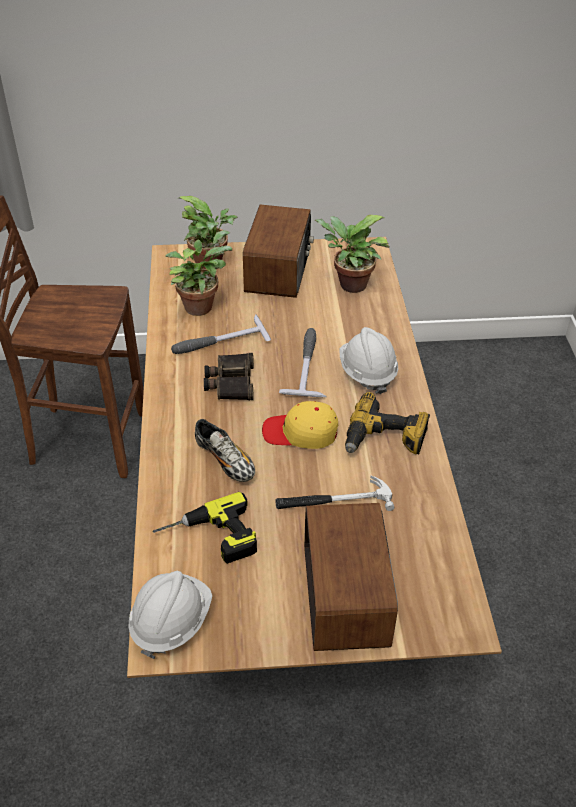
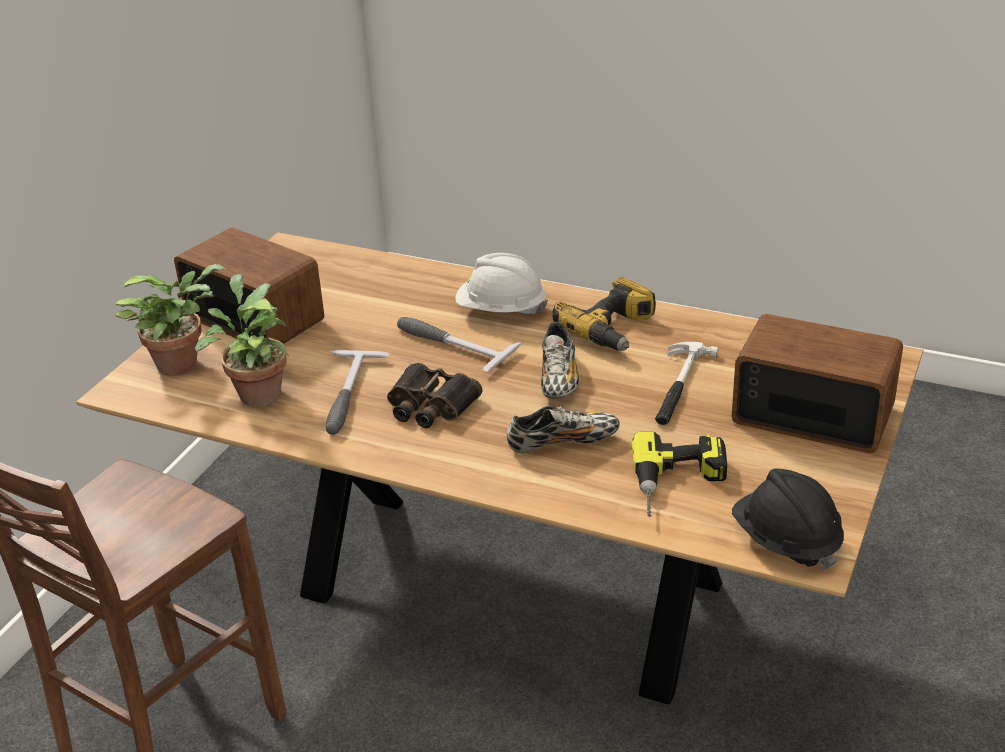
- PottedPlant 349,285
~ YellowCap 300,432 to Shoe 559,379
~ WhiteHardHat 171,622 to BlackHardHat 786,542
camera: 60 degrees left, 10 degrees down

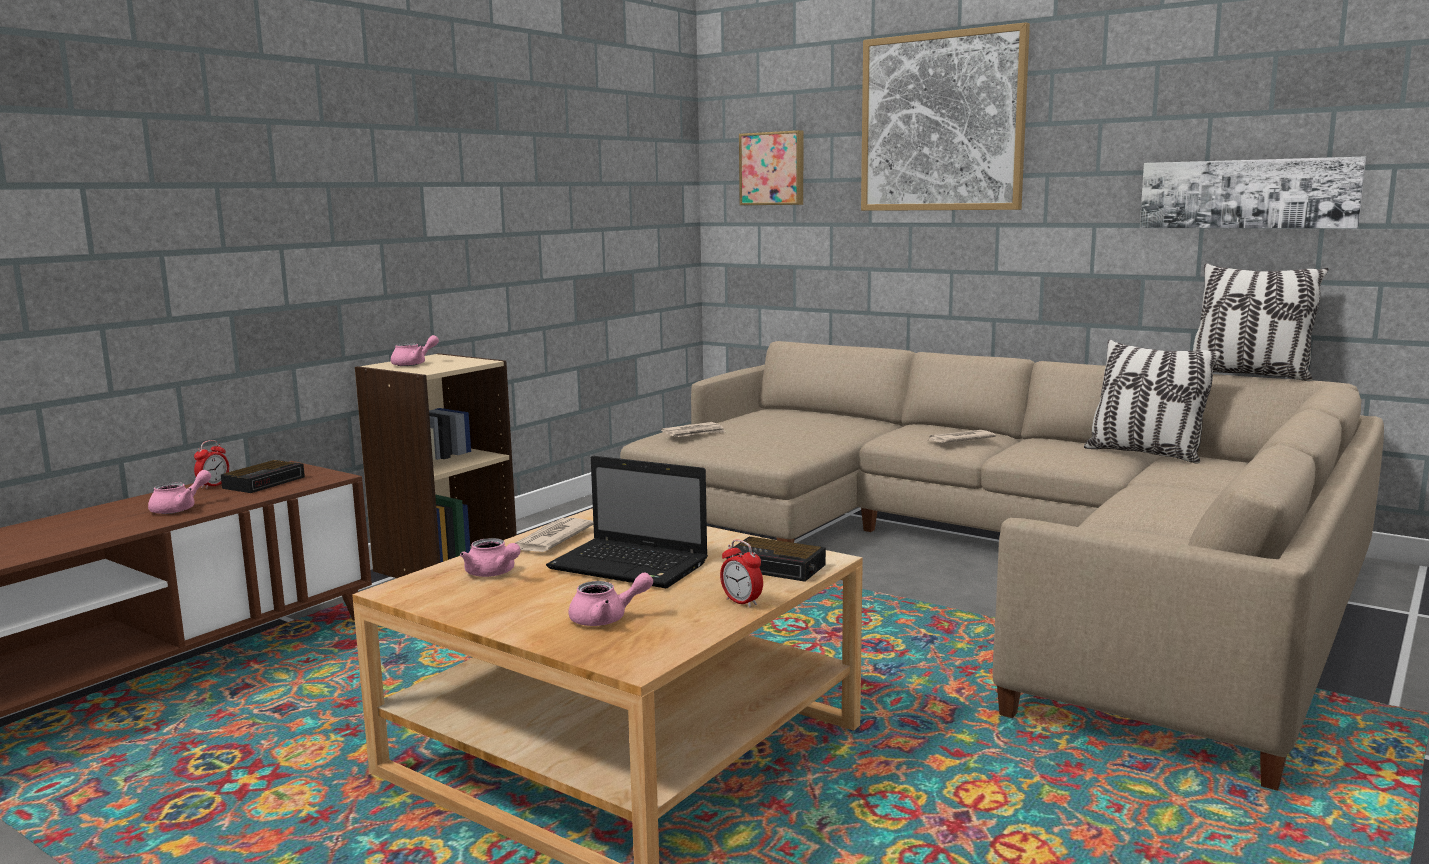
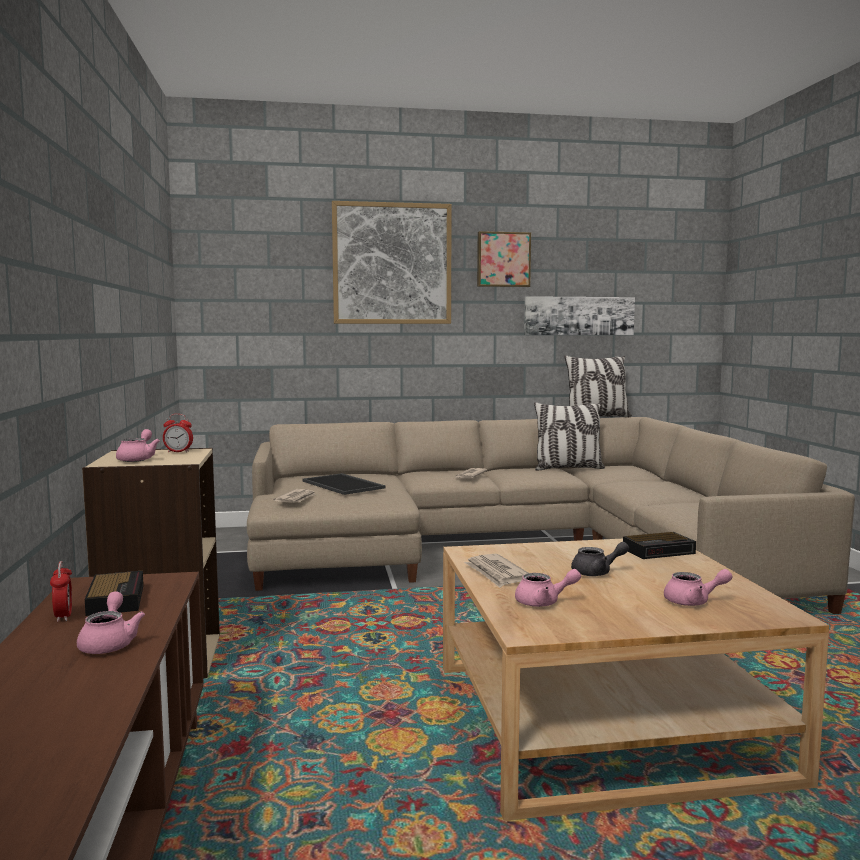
+ Tray 344,484
~ AlarmClock 741,602 to 178,452
~ Picture 773,168 to 503,259
~ Laptop 632,566 to GreyTeapot 597,572
~ PinkTeapot 607,619 = 693,602 60 degrees clockwise
camera: 45 degrees left, 5 degrees down

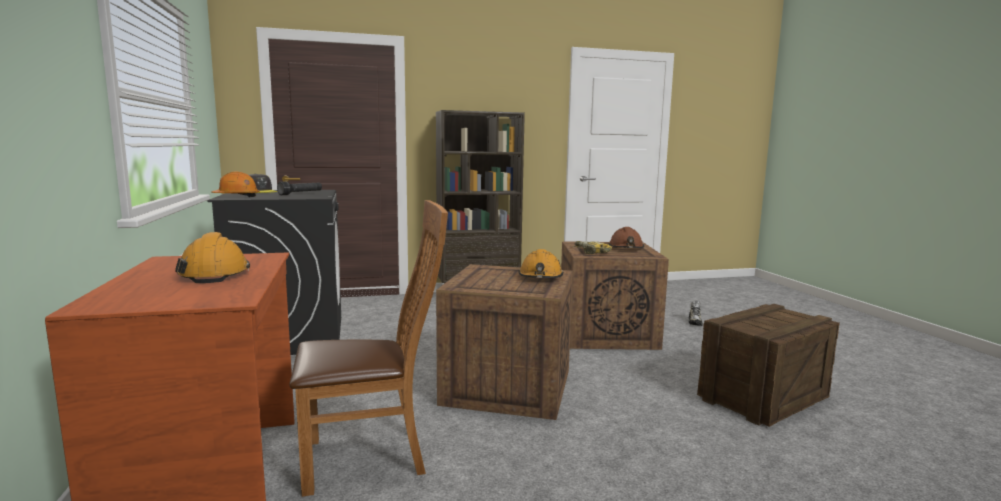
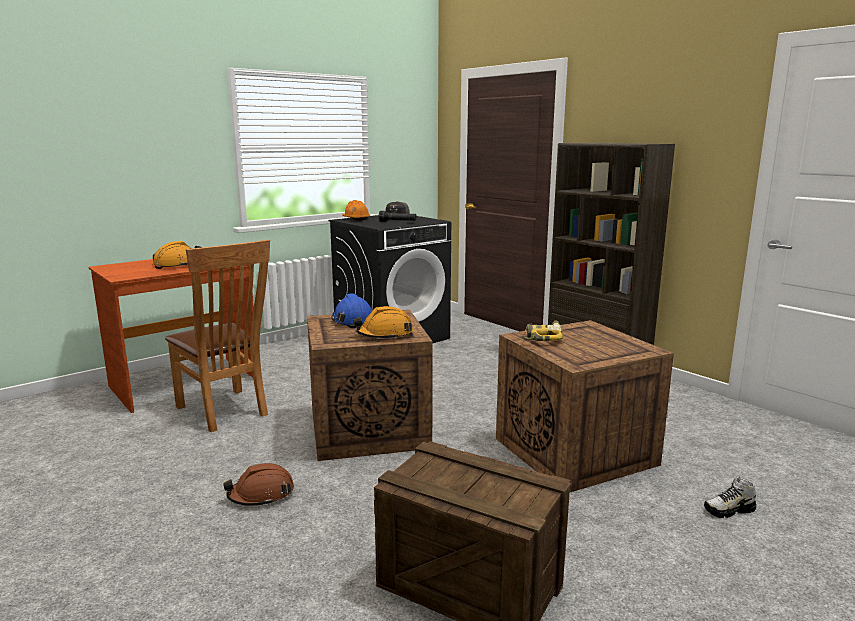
+ BlueHardHat 352,321
~ BrownHardHat 626,248 to 261,495
camera: 65 degrees right, 5 degrees up

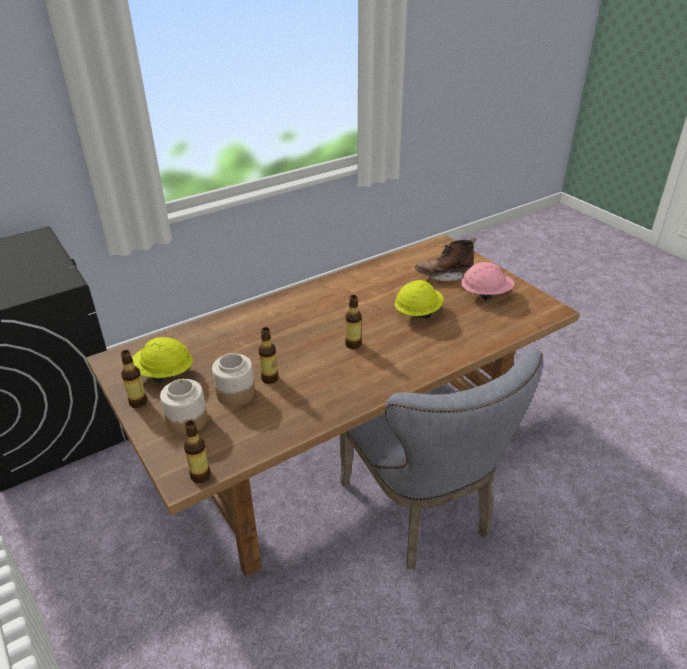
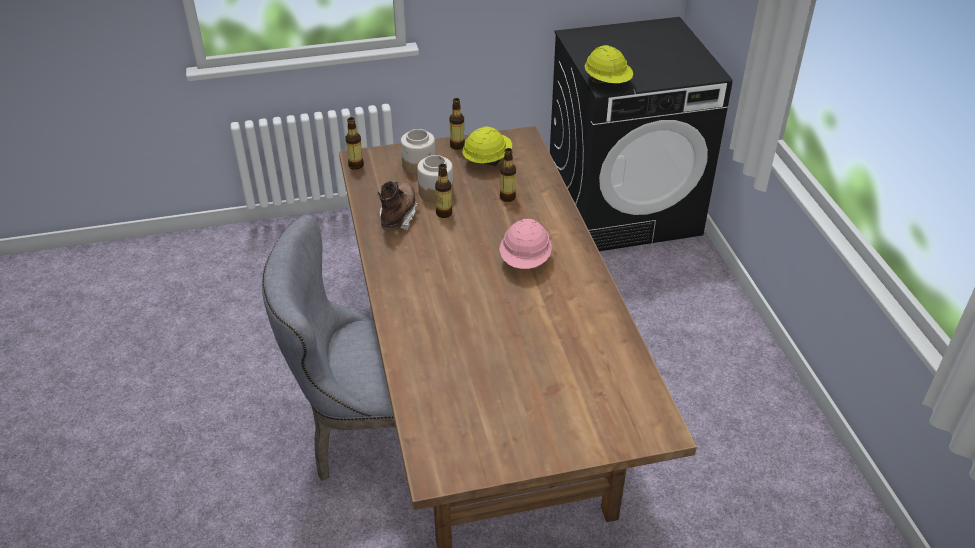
~ Bottle 353,344 to 507,197
~ YellowHardHat 417,313 to 607,82
~ BrownBoot 443,275 to 398,216
~ PinkHardHat 485,294 to 525,260
camera: 110 degrees right, 5 degrees up

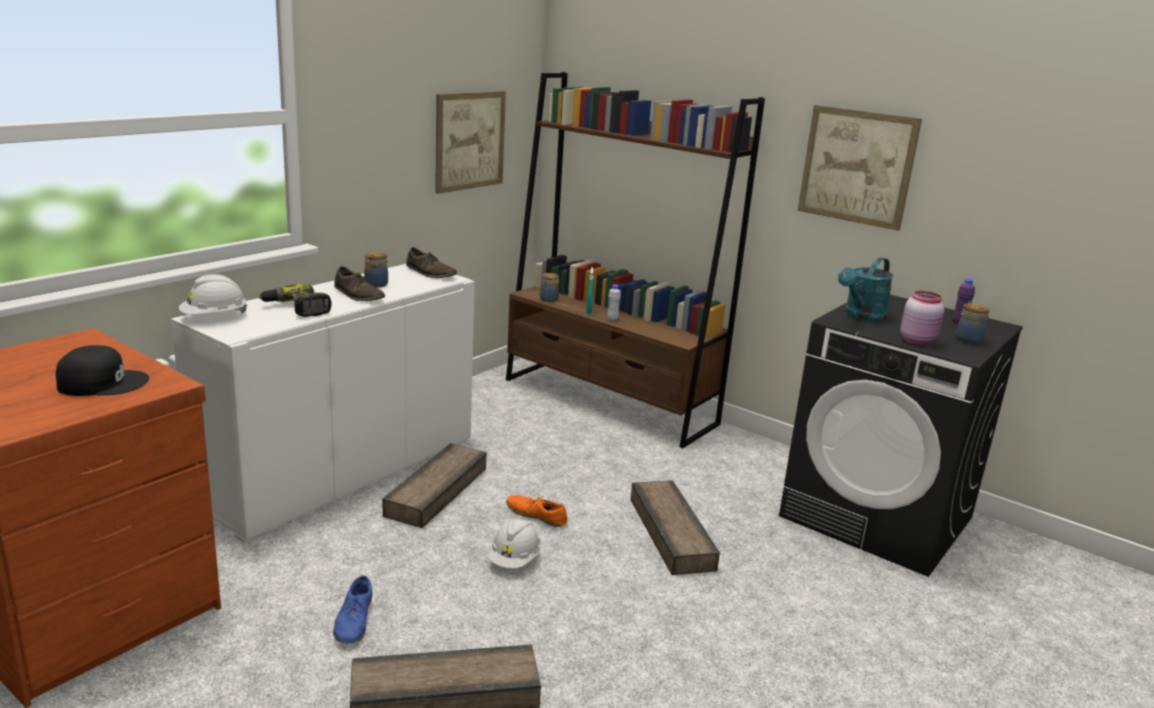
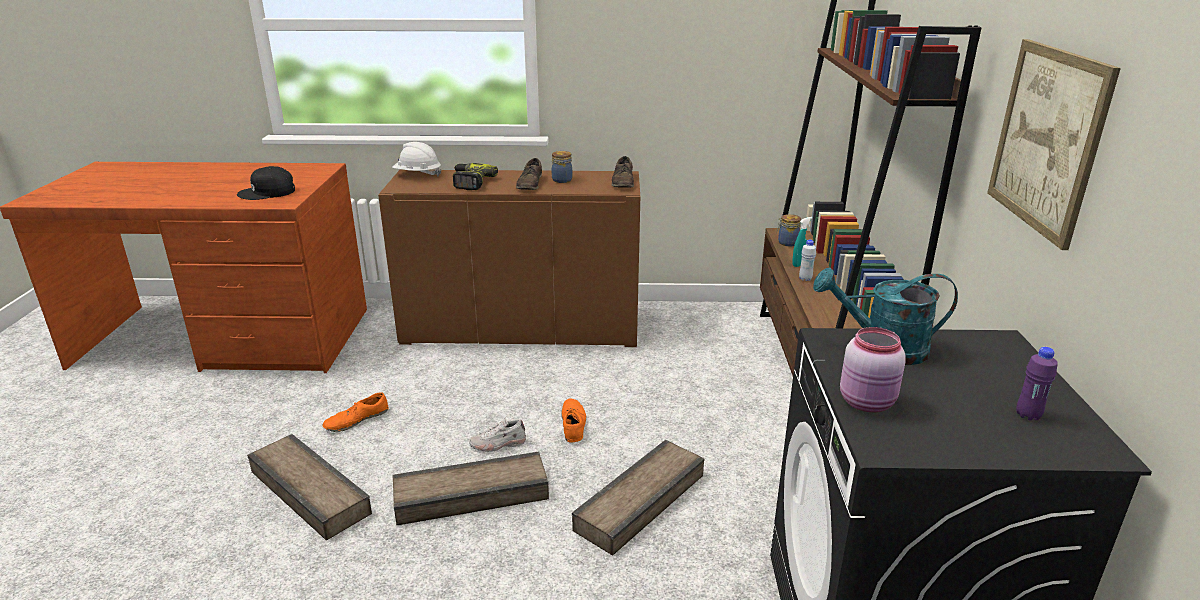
- Picture 470,141
- Jar 969,340
~ Crate 439,491 to 472,497
~ WhiteHardHat 515,560 to WhiteShoe 498,444
~ WhiteCabinet 342,471 to BrownCabinet 521,329
~ BlueShoe 354,621 to OrangeShoe 356,420
~ BlackCap 102,382 = 267,192 120 degrees clockwise
camera: 55 degrees right, 5 degrees up

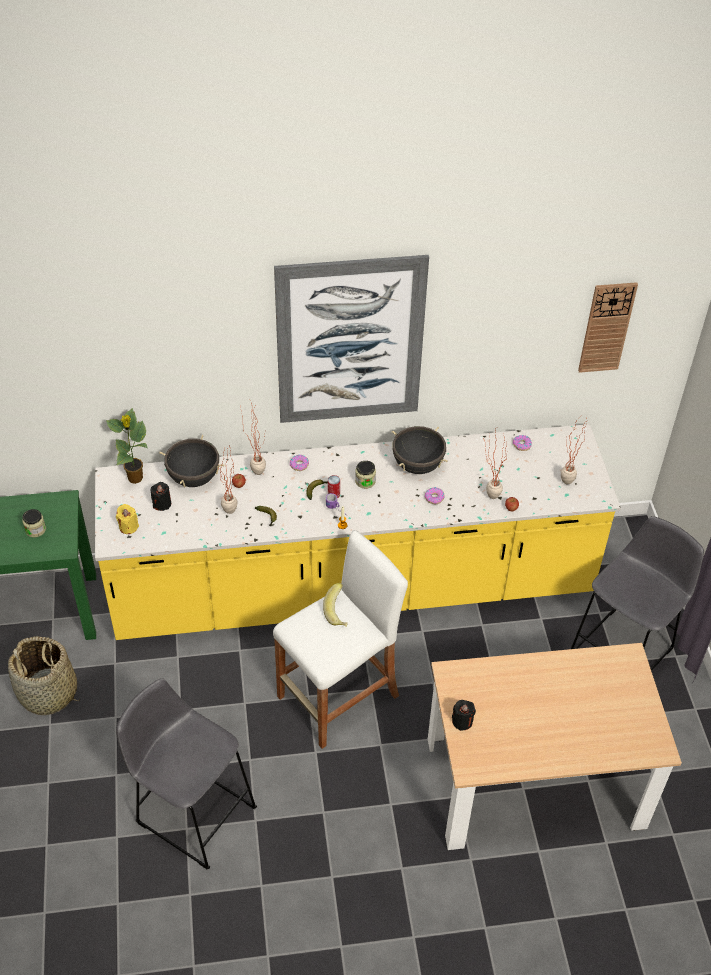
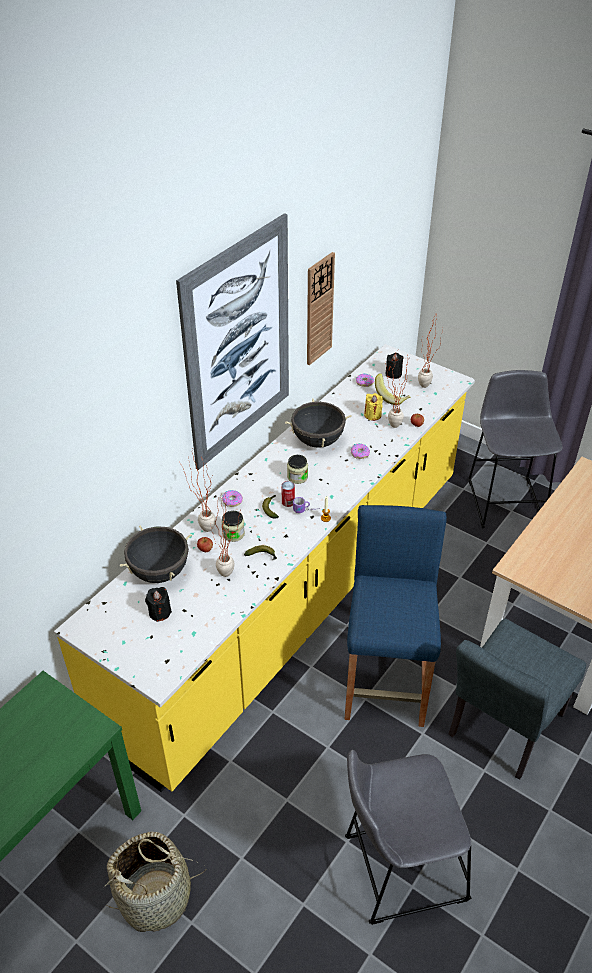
- PottedPlant 135,479
+ GreyChair 500,730
~ Jar 35,530 to 233,534
~ YellowCandle 128,527 to 372,415
~ Banana 339,612 to 391,397
~ BlackCandle 462,721 to 393,374
~ WallClock 606,327 to 319,309
~ WhiteStool 338,697 to BlueStool 386,680
camera: 45 degrees left, 5 degrees down

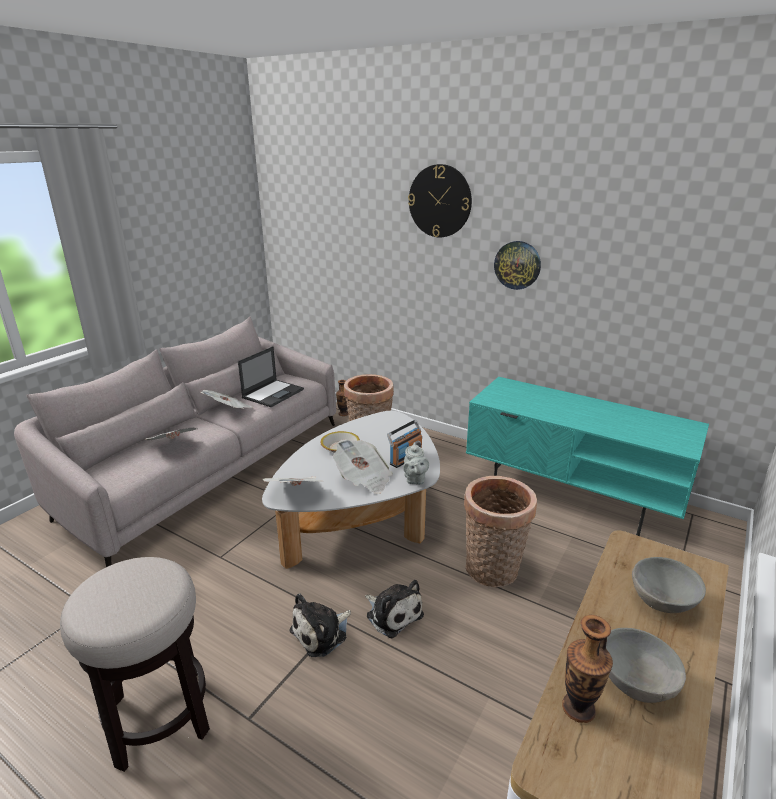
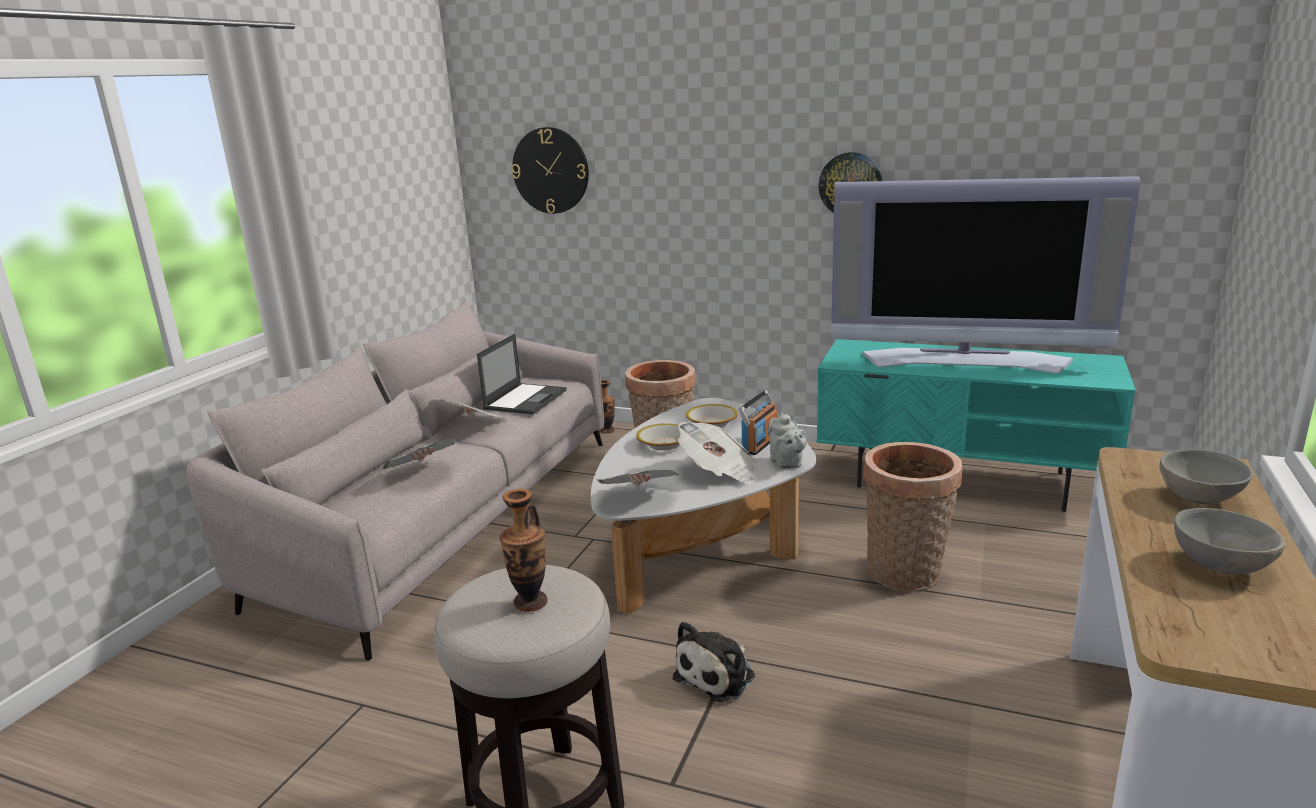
- PlushToy 392,614
+ Bowl 711,423
+ Television 965,360
~ WallClock 440,201 to 550,170
~ Vase 578,708 to 530,602
camera: 10 degrees left, 5 degrees down

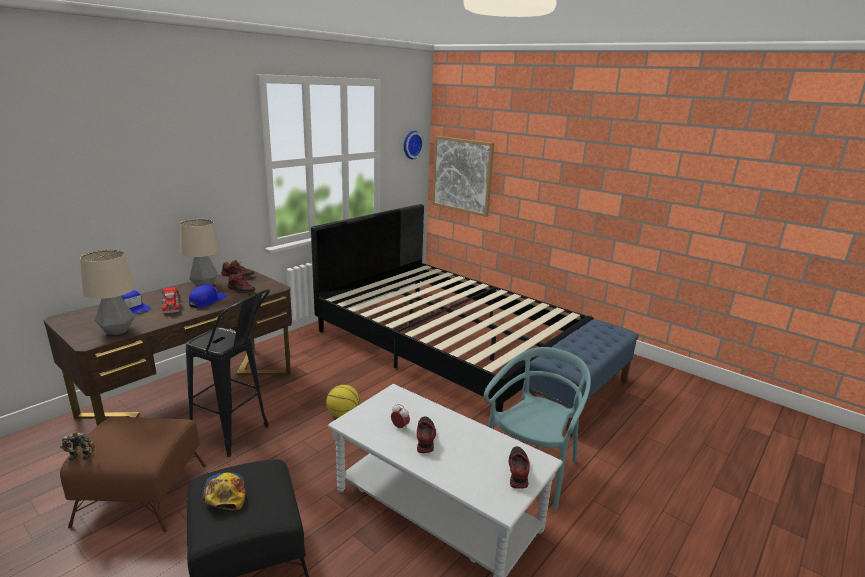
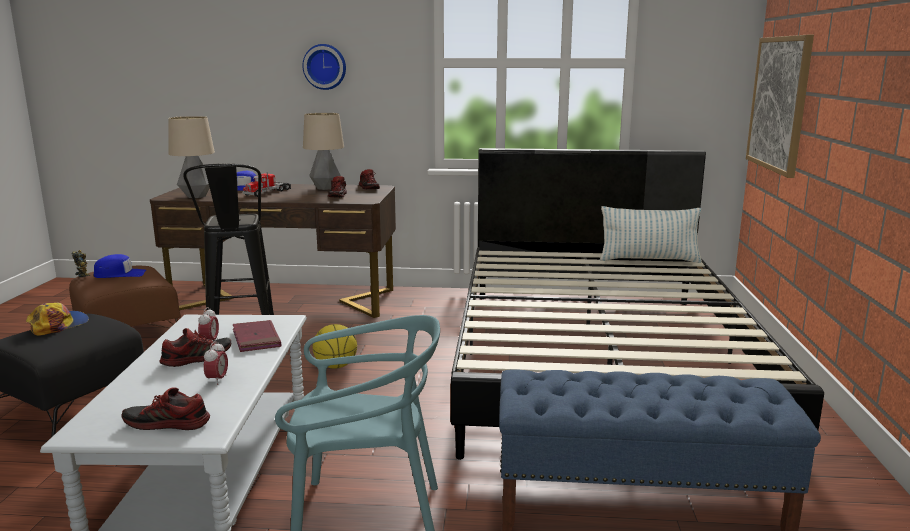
+ AlarmClock 217,380
+ RedBook 256,339
+ Pillow 649,260
~ BlueCap 207,301 to 120,274
~ WallClock 411,144 to 325,67
~ Shoe 517,471 = 167,424 150 degrees counterclockwise
camera: 55 degrees right, 5 degrees down

